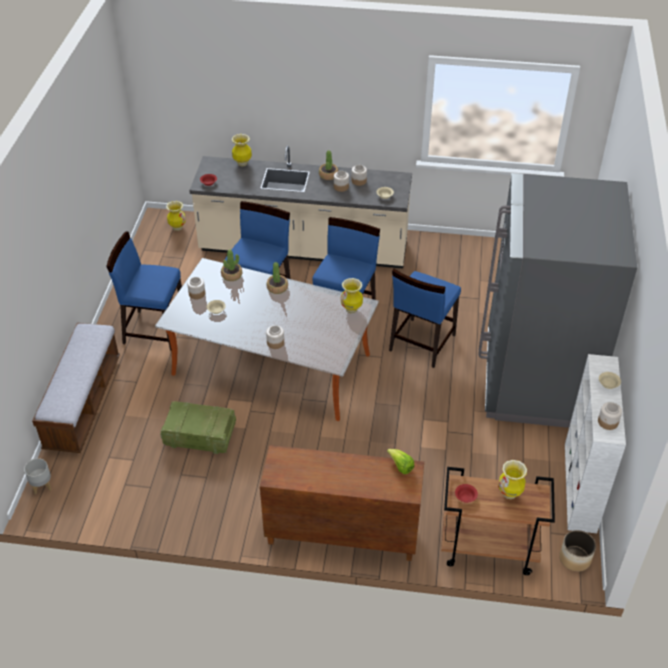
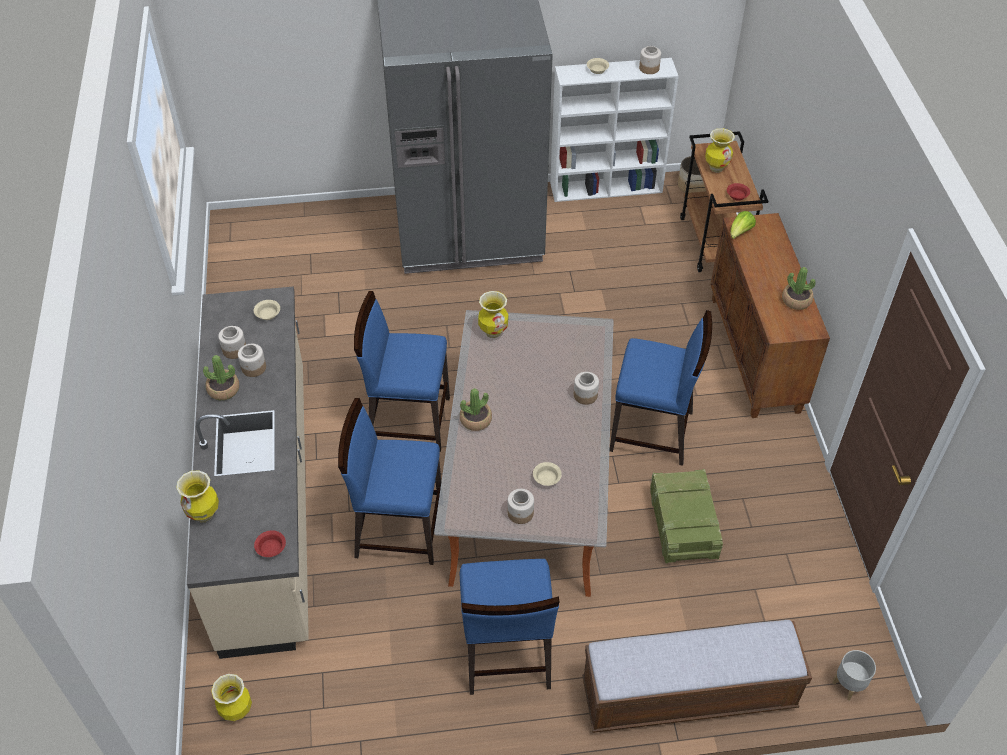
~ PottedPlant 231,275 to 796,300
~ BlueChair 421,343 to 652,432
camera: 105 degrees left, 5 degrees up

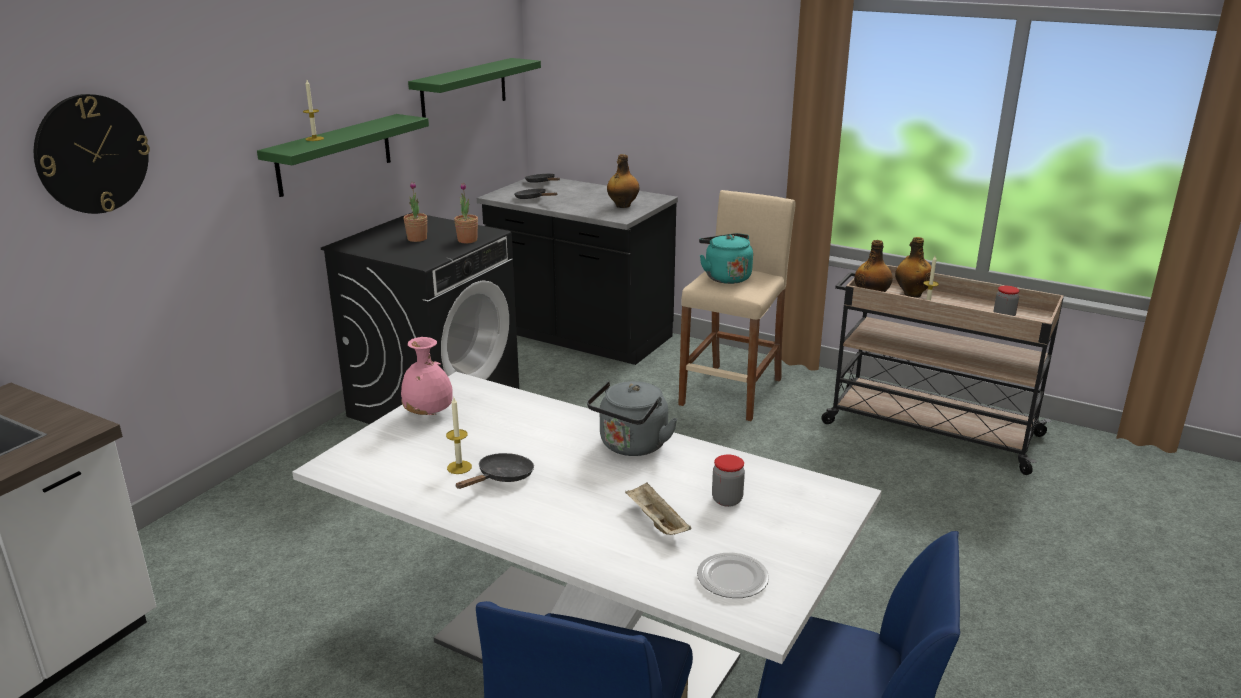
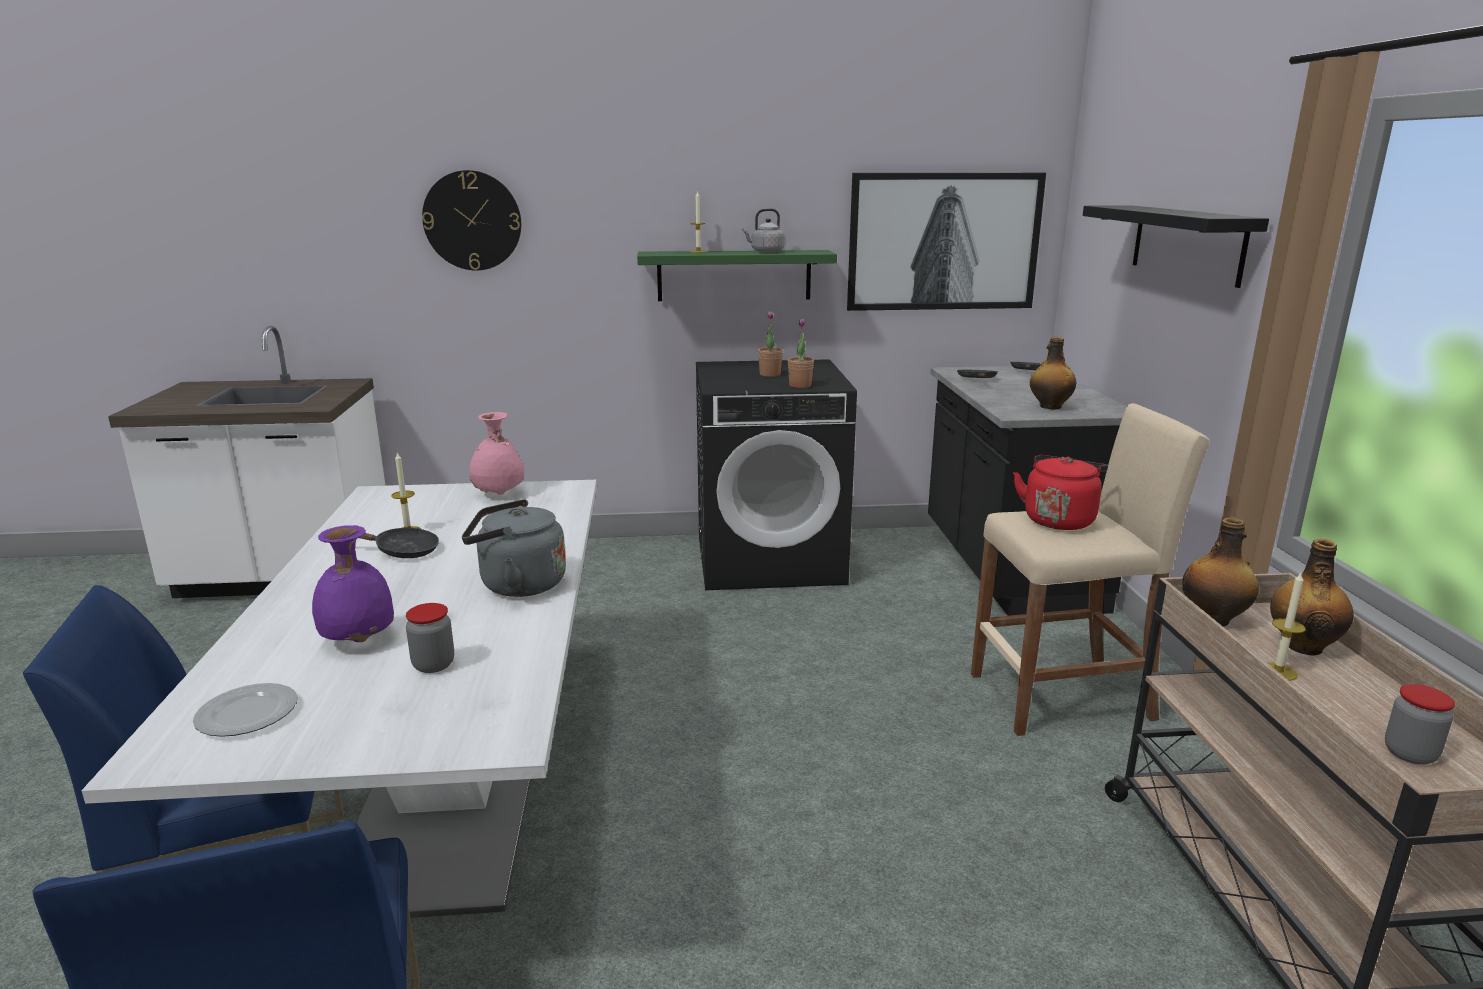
+ GreyKettle 765,252
+ BlackShelf 1187,243
~ GreenShelf 464,90 to Picture 944,242
~ BeigeTray 656,522 to PurpleVase 356,640
~ TurquoiseKettle 725,277 to RedKettle 1059,519
camera: 55 degrees right, 5 degrees down

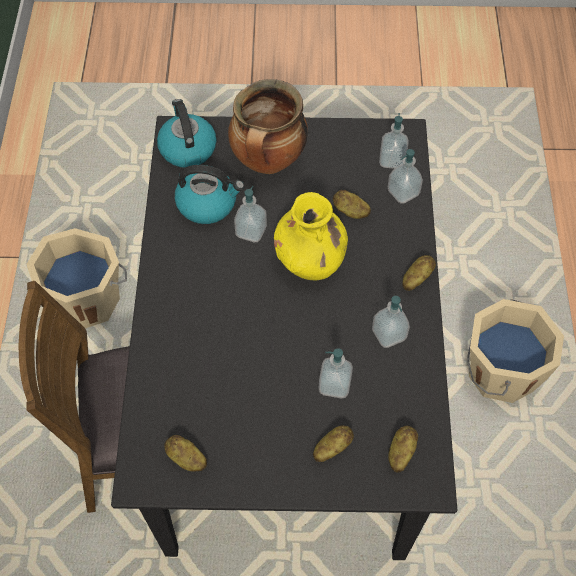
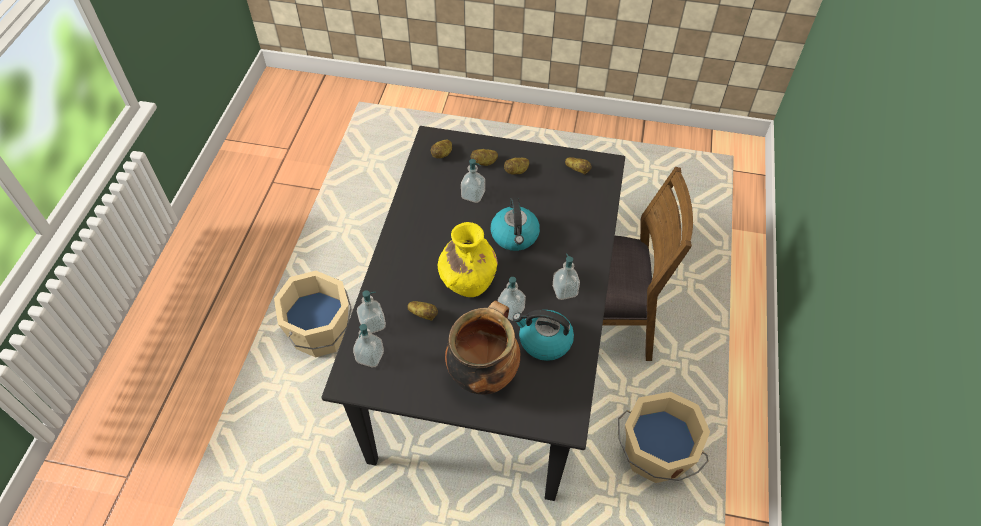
~ Kettle 187,148 to 515,236
~ SoapDispenser 389,334 to 564,291
~ Potato 416,278 to 517,171
camera: 170 degrees left, 5 degrees down

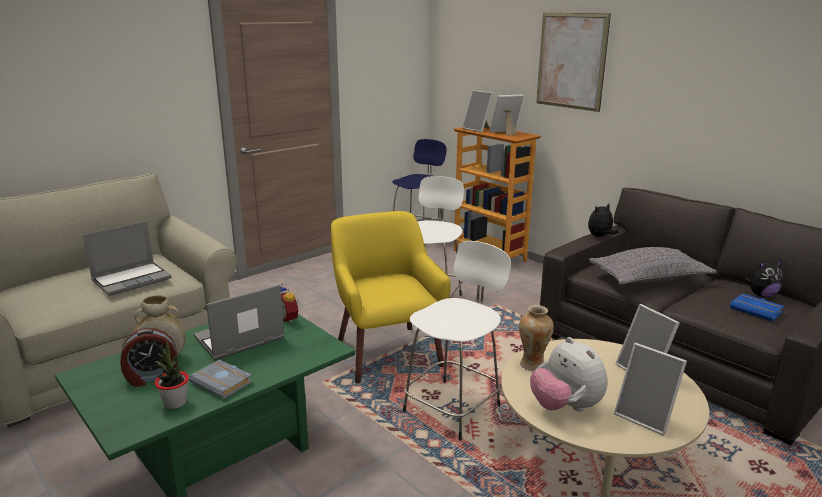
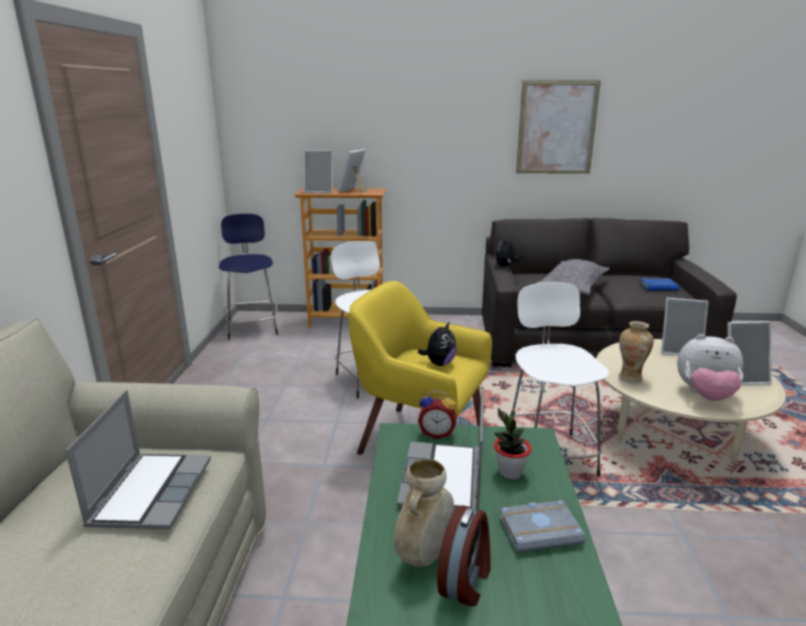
~ PottedPlant 175,403 to 510,472
~ Picture 571,61 to 556,128
~ PlushToy 761,295 to 439,363
camera: 45 degrees left, 0 degrees up

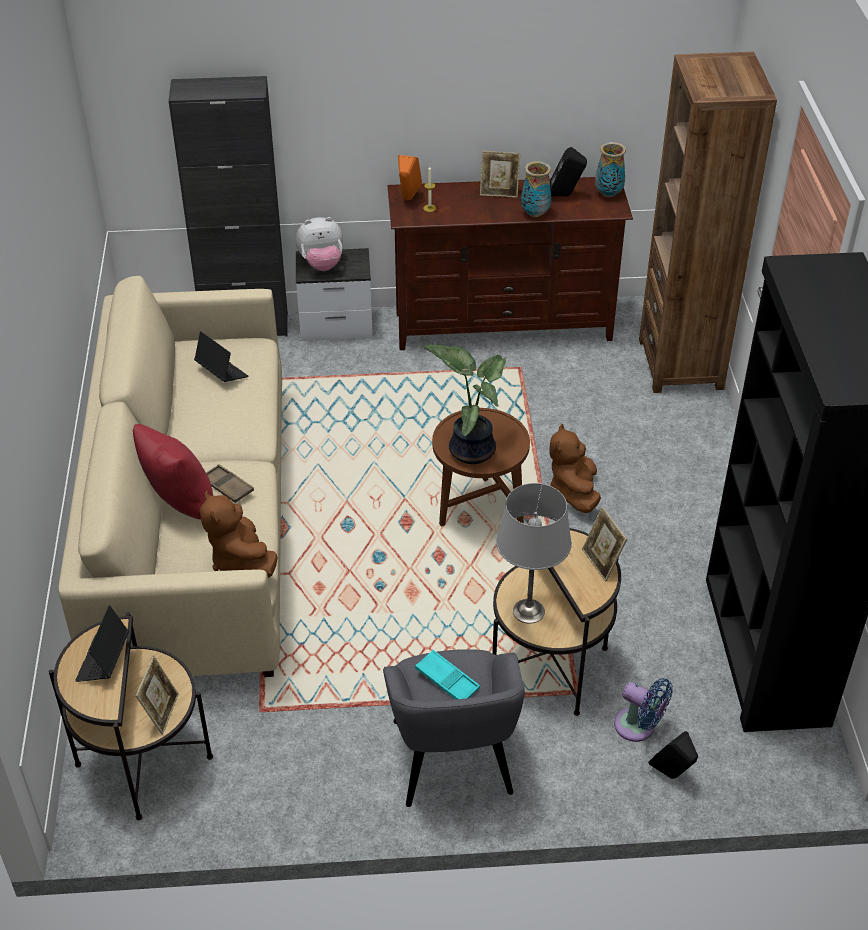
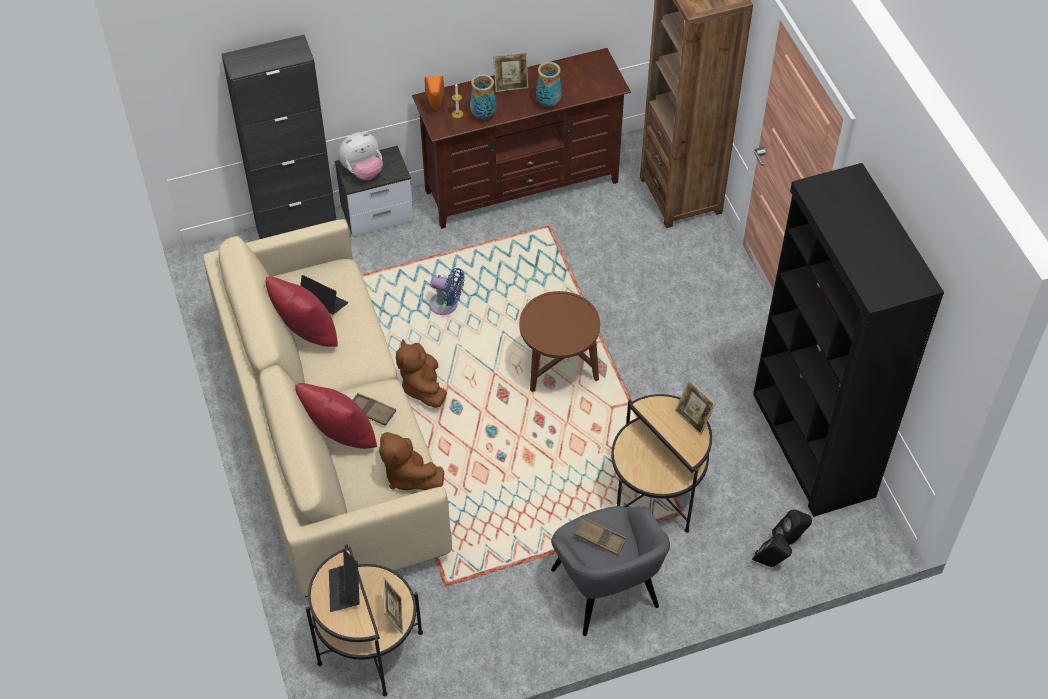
- PottedPlant 471,449
- GreyTableLamp 528,612
+ RedPillow 306,335
~ BrownPlushToy 573,492 to 422,387
~ BlackSpeaker 565,195 to 789,541
~ Vase 608,194 to 483,115
~ BlueFan 638,727 to 446,305
~ TurquoiseTray 447,680 to BrownTray 600,538
camera: 15 degrees left, 10 degrees up

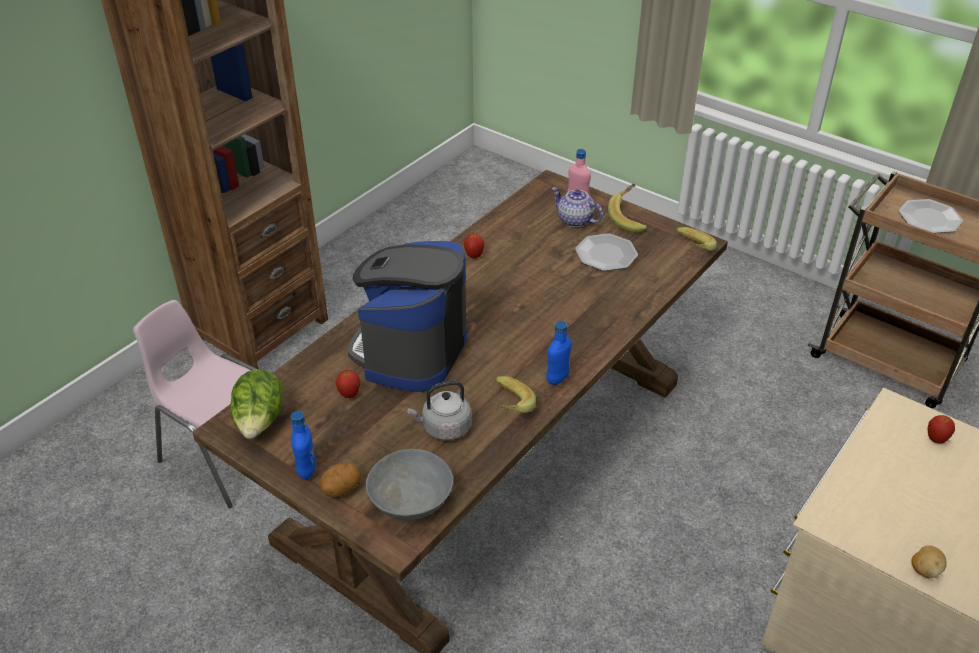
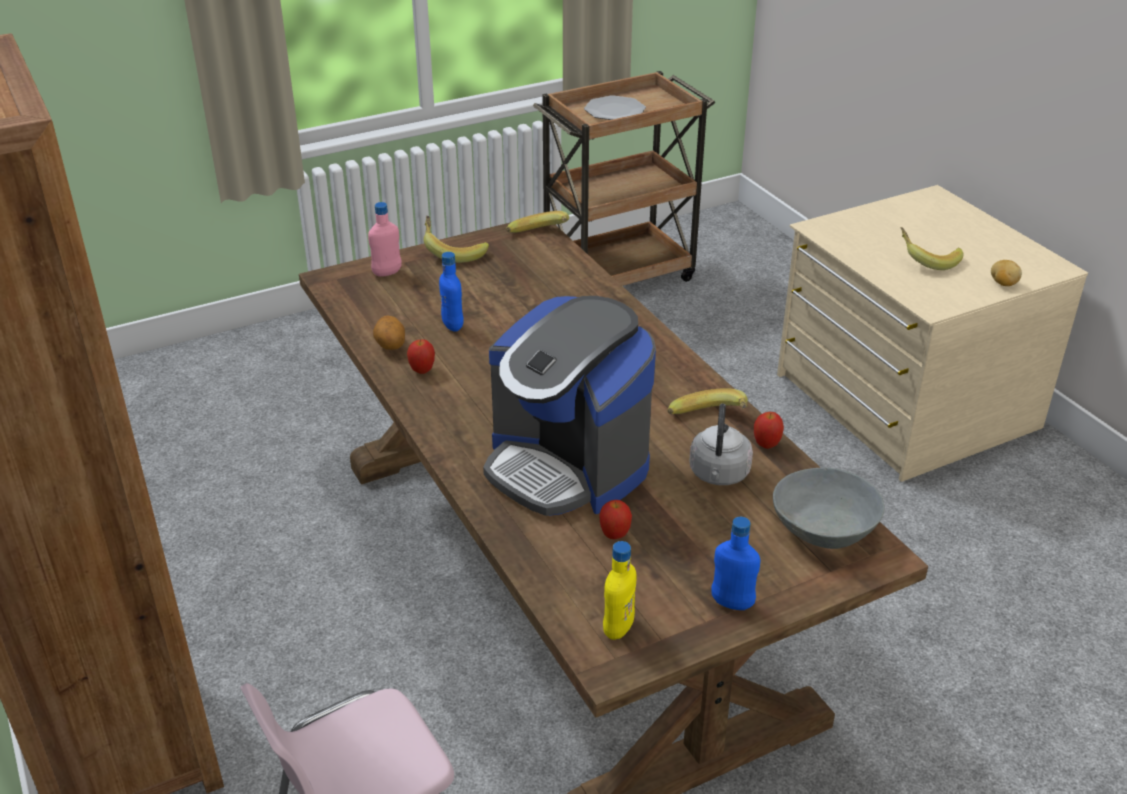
- Teapot 575,220
- Plate 606,254
+ Banana 927,260
~ Potato 341,489 to 390,346
~ BlueBottle 557,379 to 452,325
~ Apple 936,439 to 766,445
~ Lettuce 260,422 to YellowBottle 618,628
camera: 65 degrees left, 5 degrees down

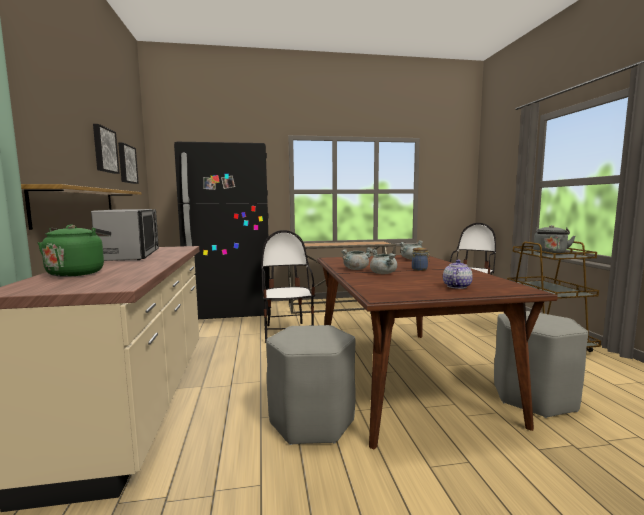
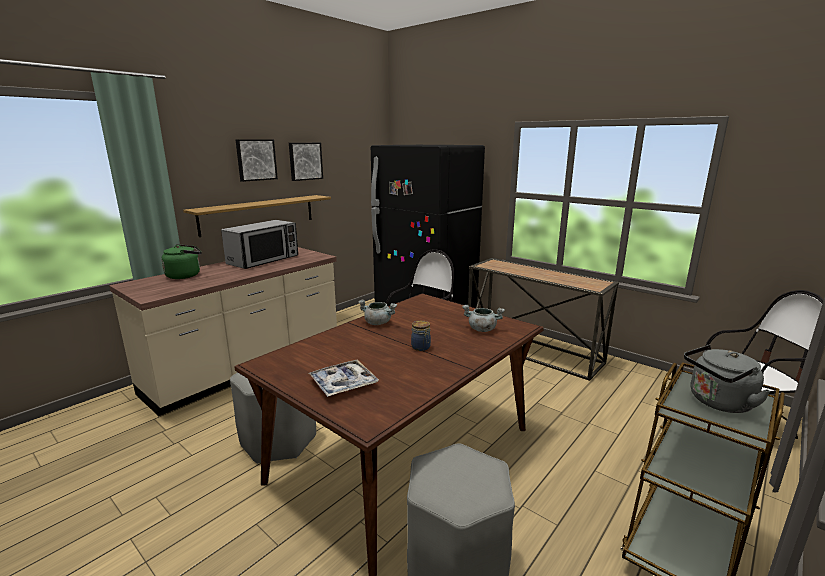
- GreyCookingPot 383,273
~ Picture 126,164 to 256,160
~ Teapot 456,286 to Tray 343,384
camera: 50 degrees right, 10 degrees up

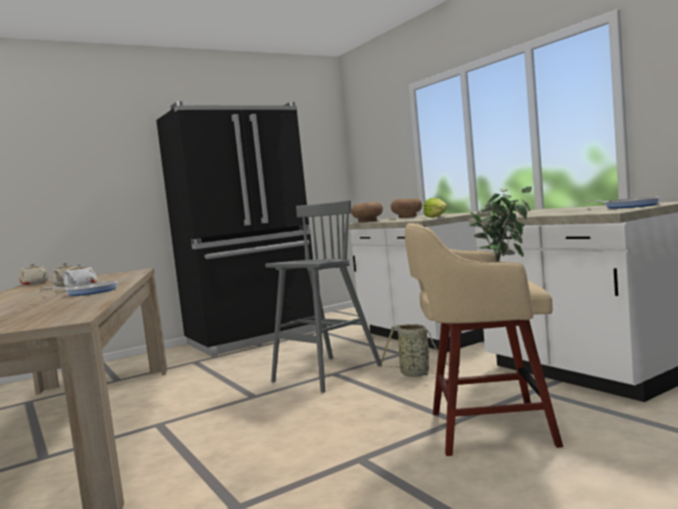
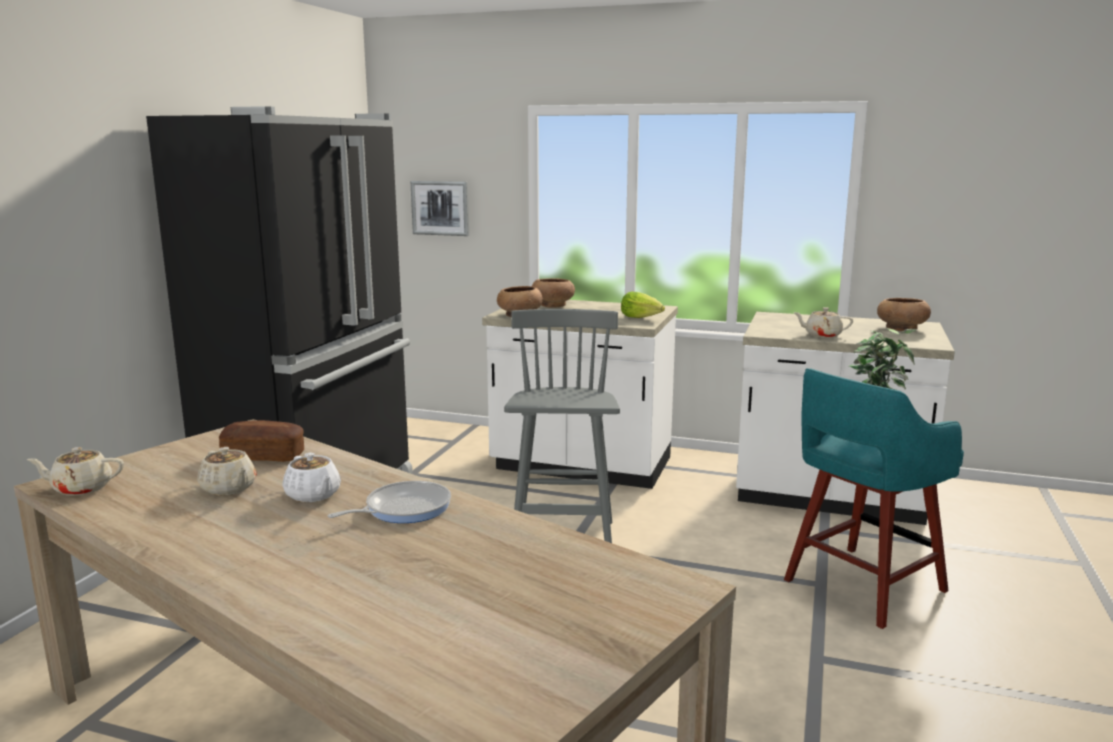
- Basket 417,374
+ Bread 263,456
+ Picture 440,208
+ BeigeTeapot 822,335
~ FryingPan 628,206 to BrownBowl 901,328
~ BeigeStool 486,429 to TurquoiseStool 861,587
camera: 40 degrees left, 10 degrees up

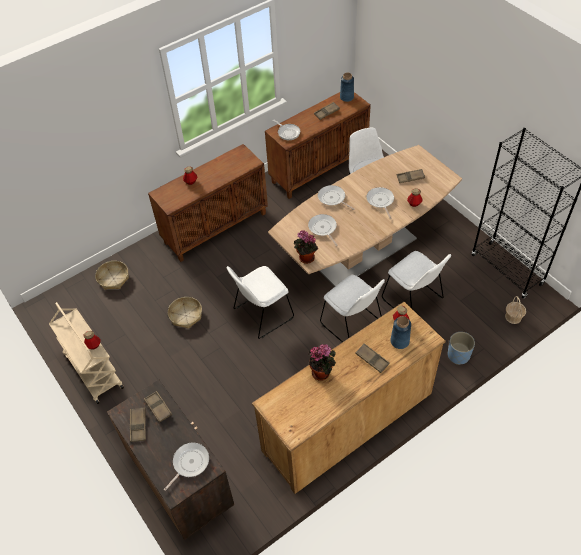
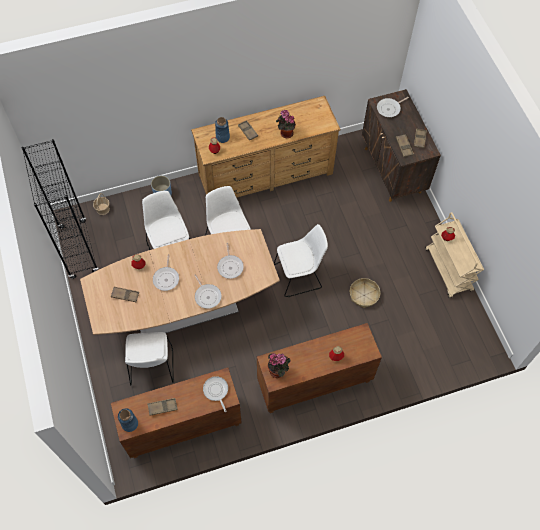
- Basket 113,278
~ PottedPlant 305,258 to 278,371
camera: 165 degrees left, 10 degrees up

